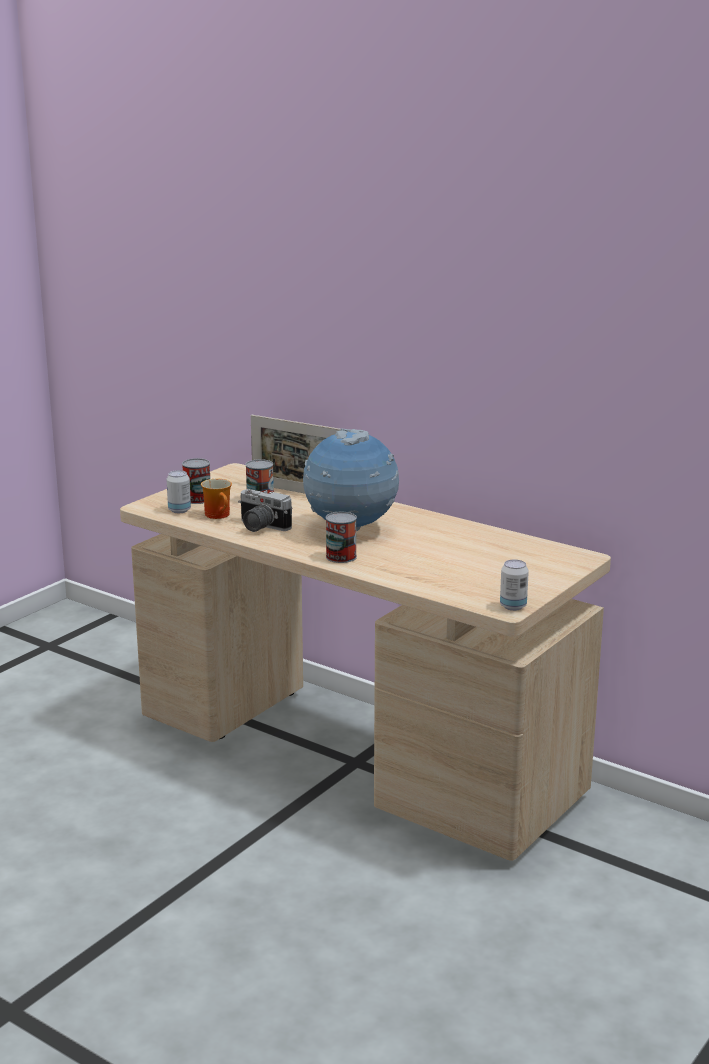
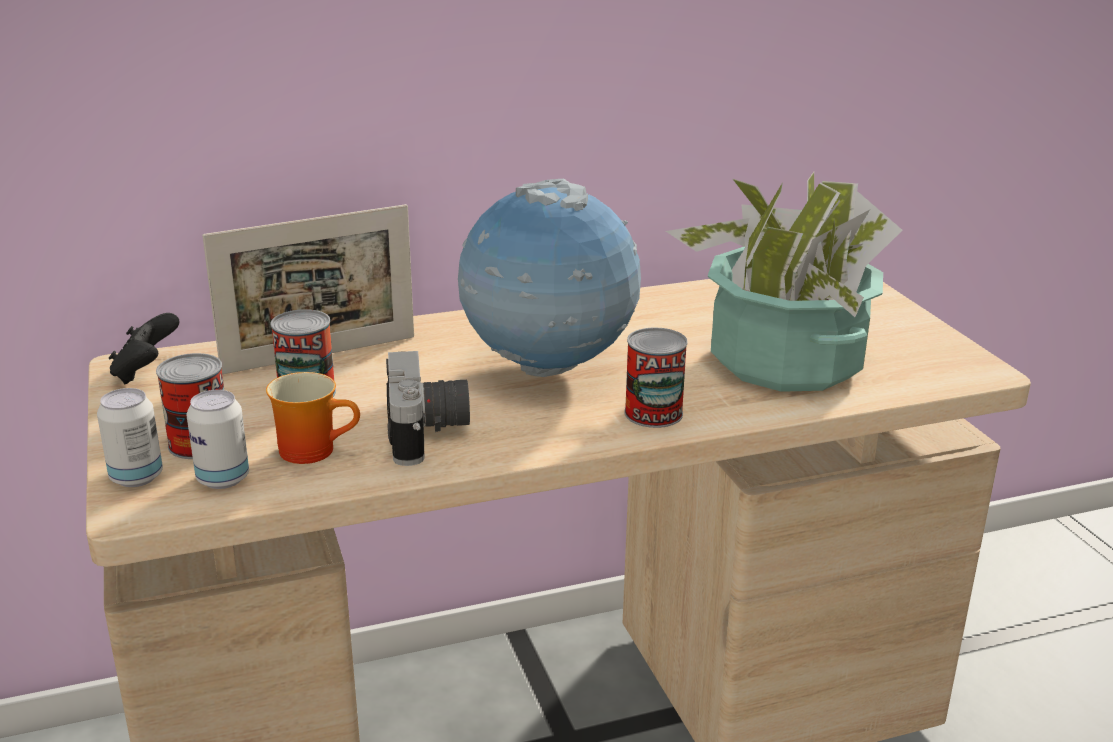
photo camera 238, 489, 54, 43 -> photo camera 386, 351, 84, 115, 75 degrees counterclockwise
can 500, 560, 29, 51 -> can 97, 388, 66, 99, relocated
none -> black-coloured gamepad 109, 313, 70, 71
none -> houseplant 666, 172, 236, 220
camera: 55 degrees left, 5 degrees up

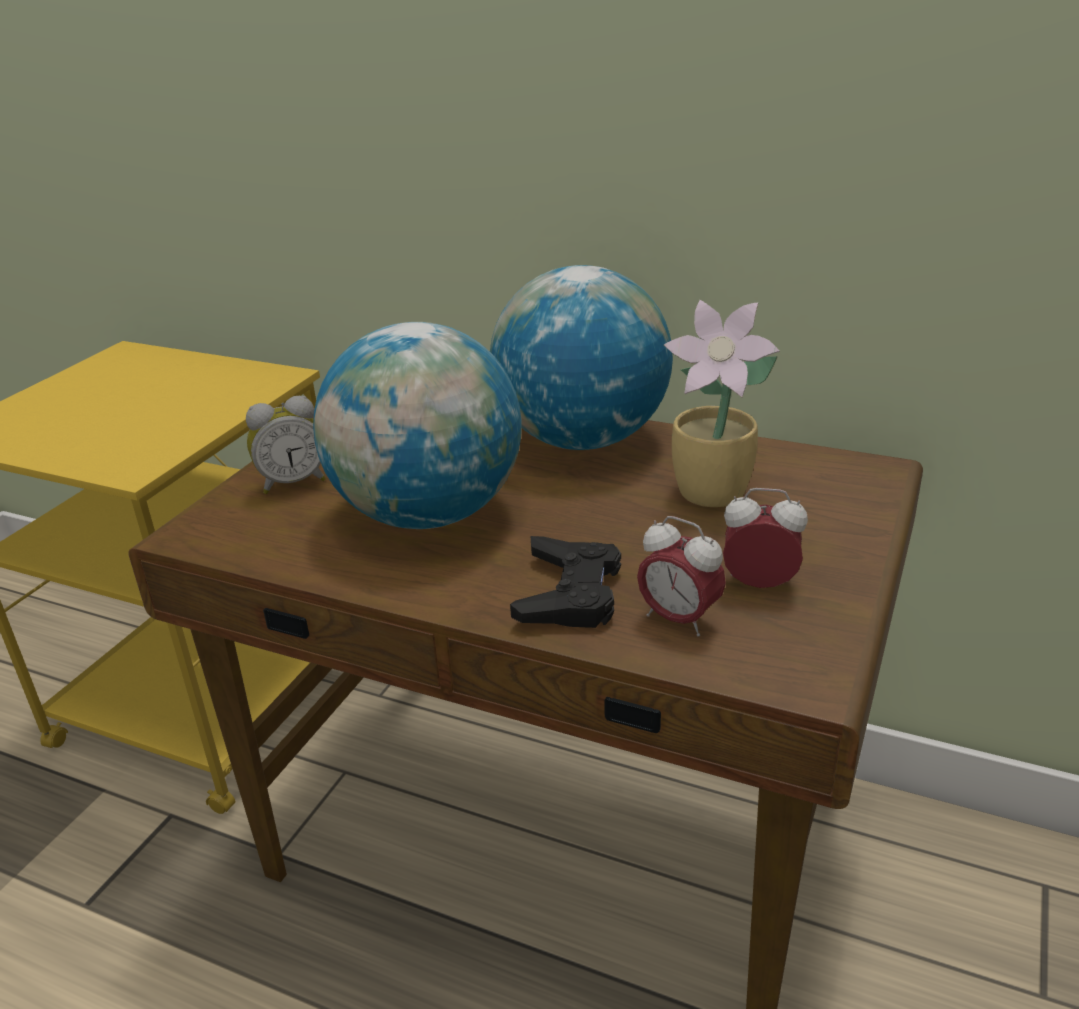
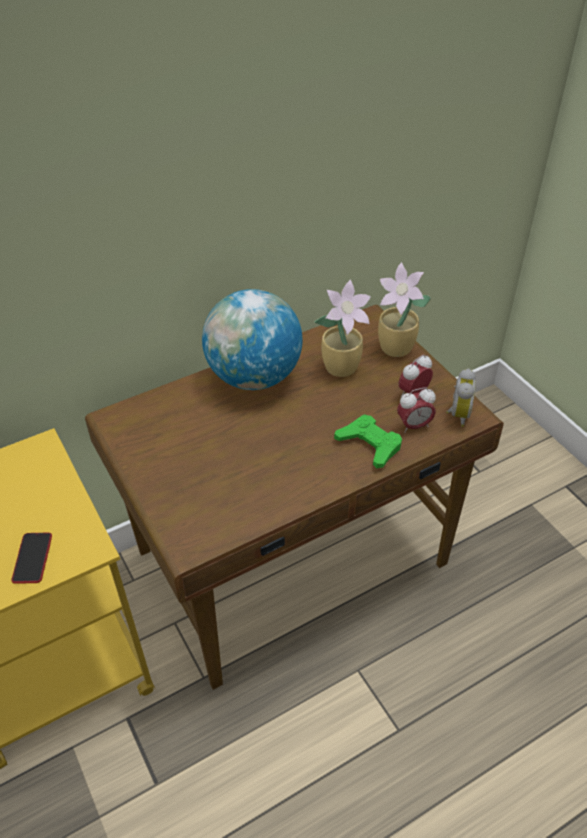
bedside clock 246, 396, 80, 98 -> bedside clock 446, 368, 30, 59, relocated
desk globe 313, 322, 209, 207 -> none
black-coloured gamepad 510, 536, 111, 92 -> green-coloured gamepad 334, 414, 68, 54
none -> telephone 12, 533, 40, 51
none -> houseplant 378, 262, 53, 95
camera: 55 degrees left, 15 degrees up

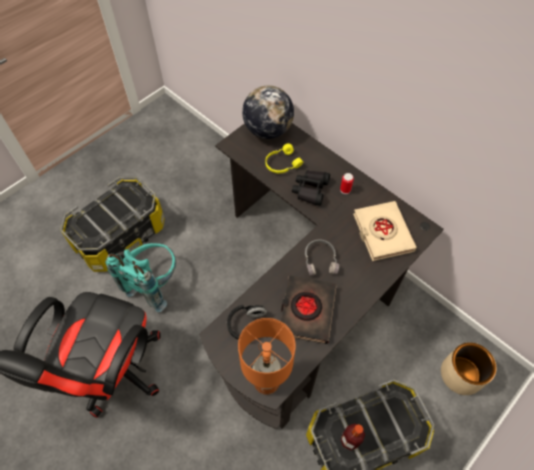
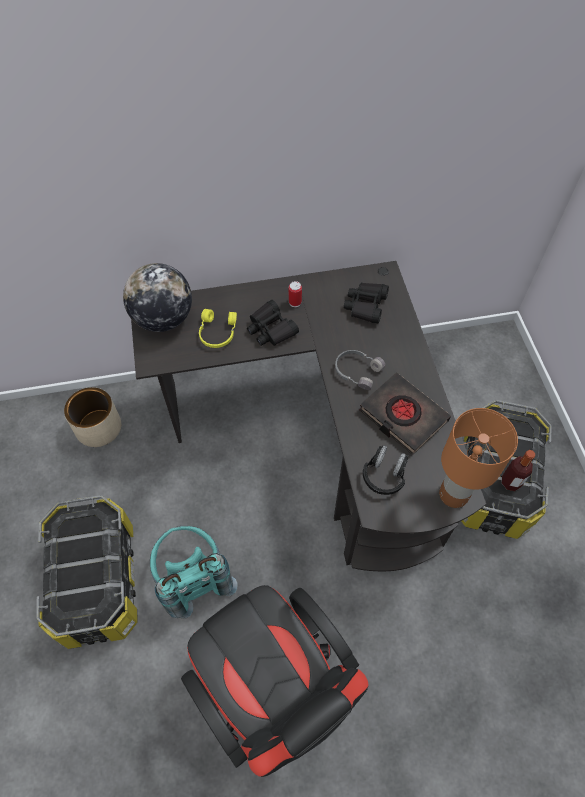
beige book 353, 201, 64, 60 -> black-coloured pair of binoculars 344, 282, 45, 41
beige plant pot 441, 342, 56, 53 -> beige plant pot 64, 387, 57, 60, relocated
camera: 55 degrees left, 0 degrees up

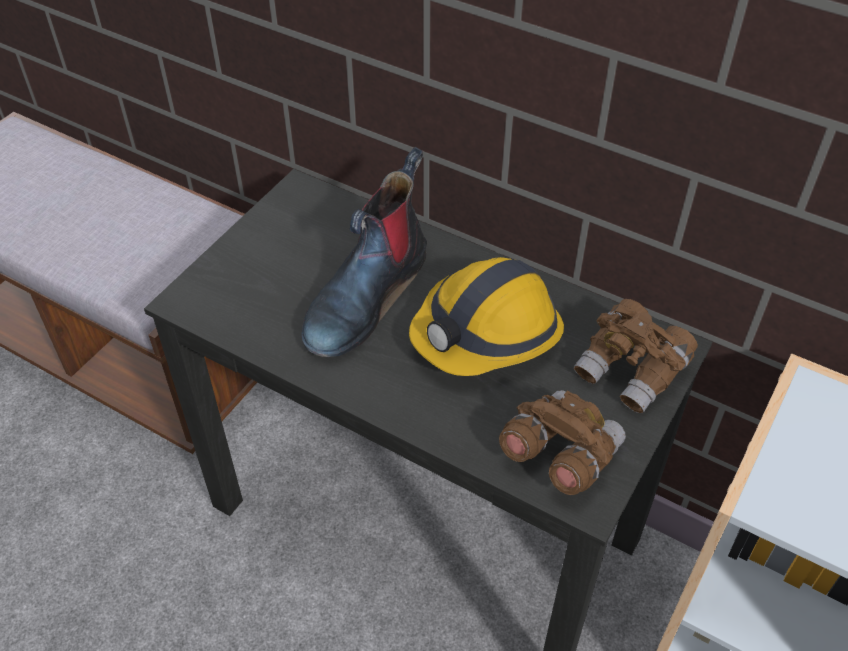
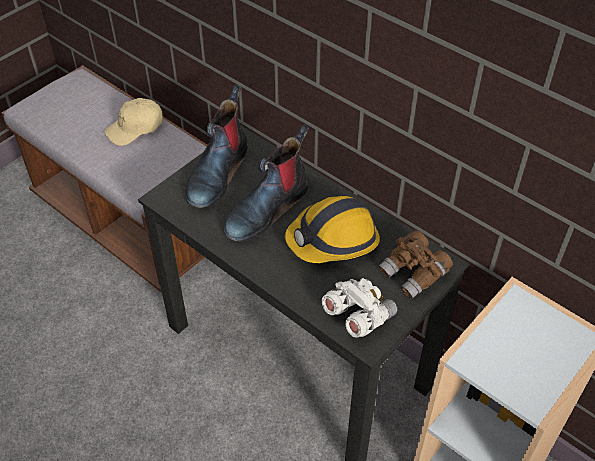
brown-coloured pair of binoculars 499, 390, 127, 105 -> white pair of binoculars 322, 278, 75, 60
none -> beige baseball cap 104, 98, 59, 48
none -> high-top boot 185, 85, 63, 123
camera: 10 degrees right, 0 degrees up

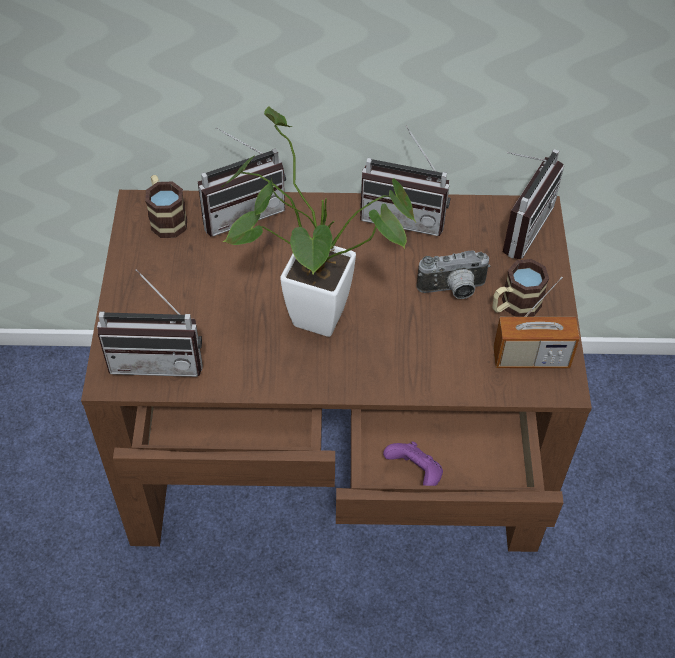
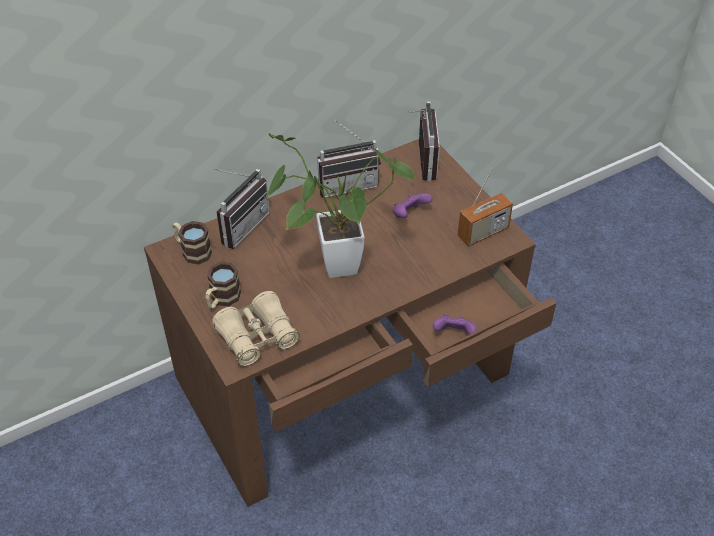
radio receiver 97, 269, 106, 108 -> beige pair of binoculars 212, 291, 88, 75
photo camera 417, 250, 73, 49 -> purple-coloured gamepad 393, 193, 40, 25
mug 492, 259, 57, 58 -> mug 205, 262, 36, 47, relocated
camera: 30 degrees left, 5 degrees down

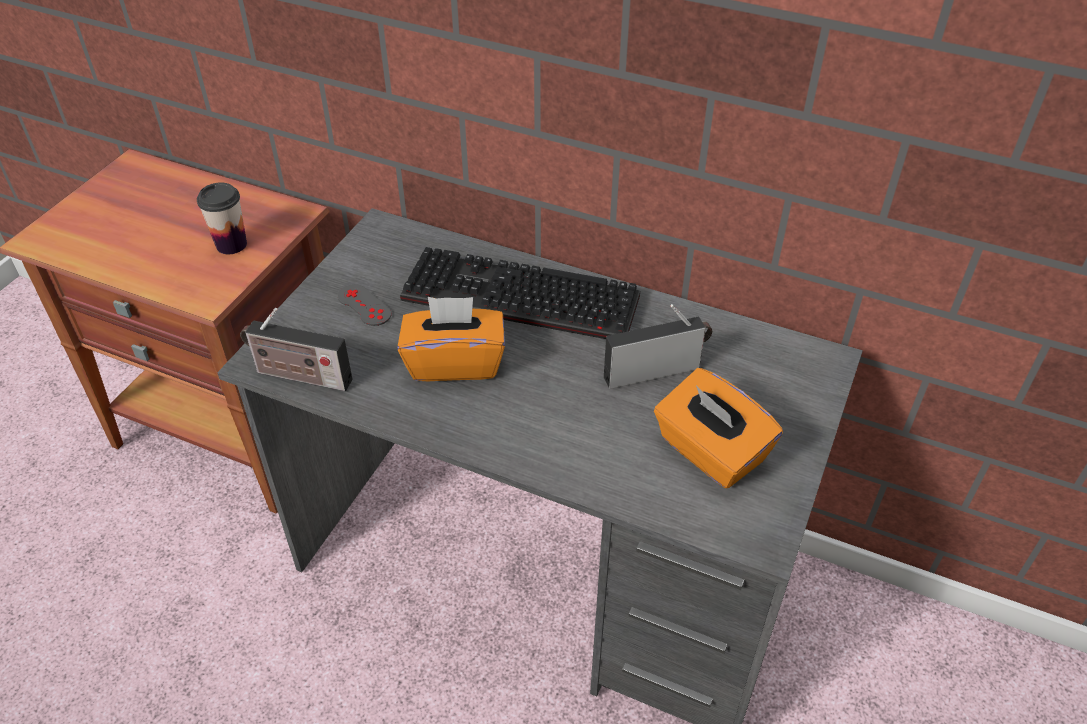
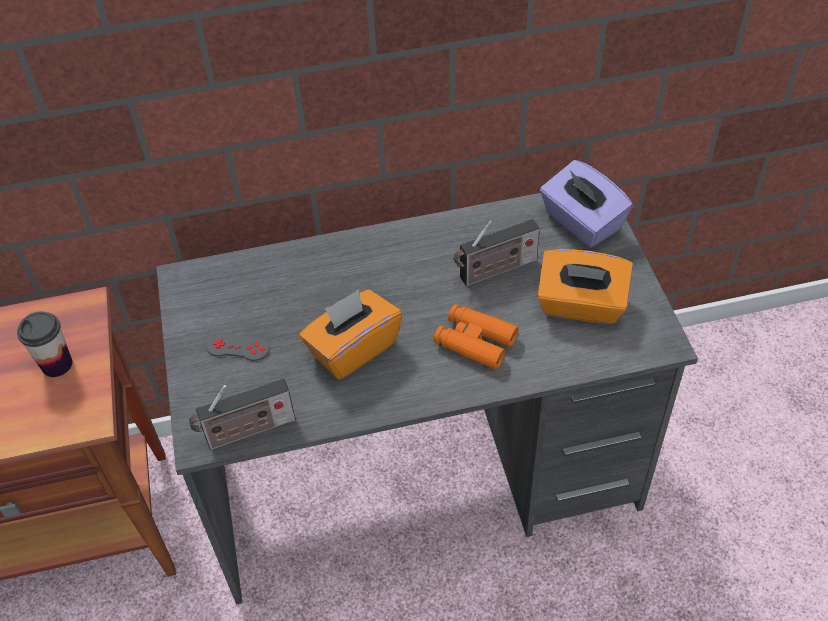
keyboard 400, 247, 240, 92 -> none
radio receiver 604, 304, 108, 85 -> radio receiver 454, 219, 86, 67, 150 degrees counterclockwise
none -> orange-coloured pair of binoculars 434, 304, 85, 66
none -> purple-coloured tissue box 540, 160, 93, 88
camera: 35 degrees left, 5 degrees up

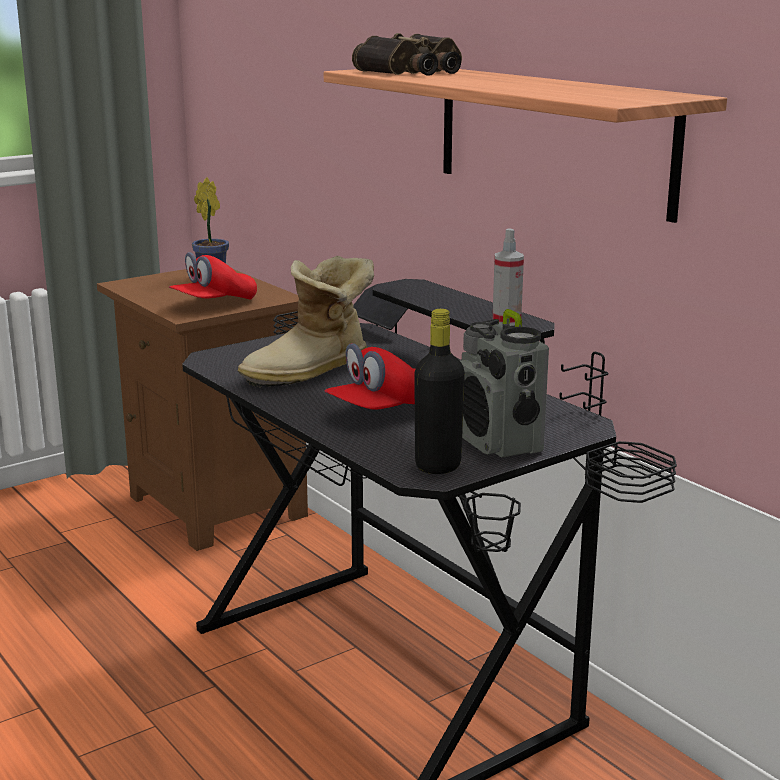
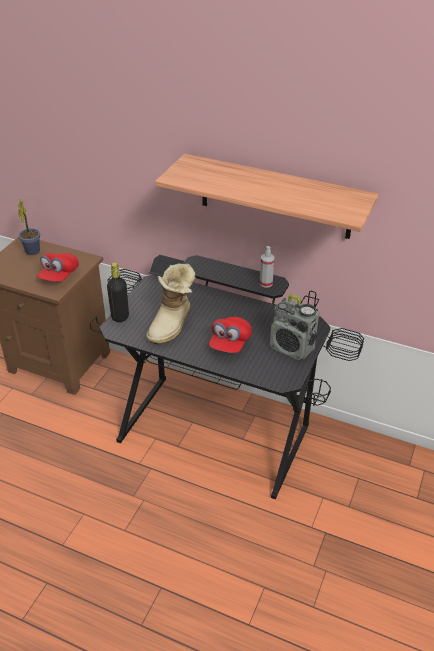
pair of binoculars 352, 33, 110, 43 -> none
black-coloured bottle 414, 309, 51, 165 -> black-coloured bottle 107, 263, 22, 59, relocated
camera: 30 degrees left, 20 degrees up

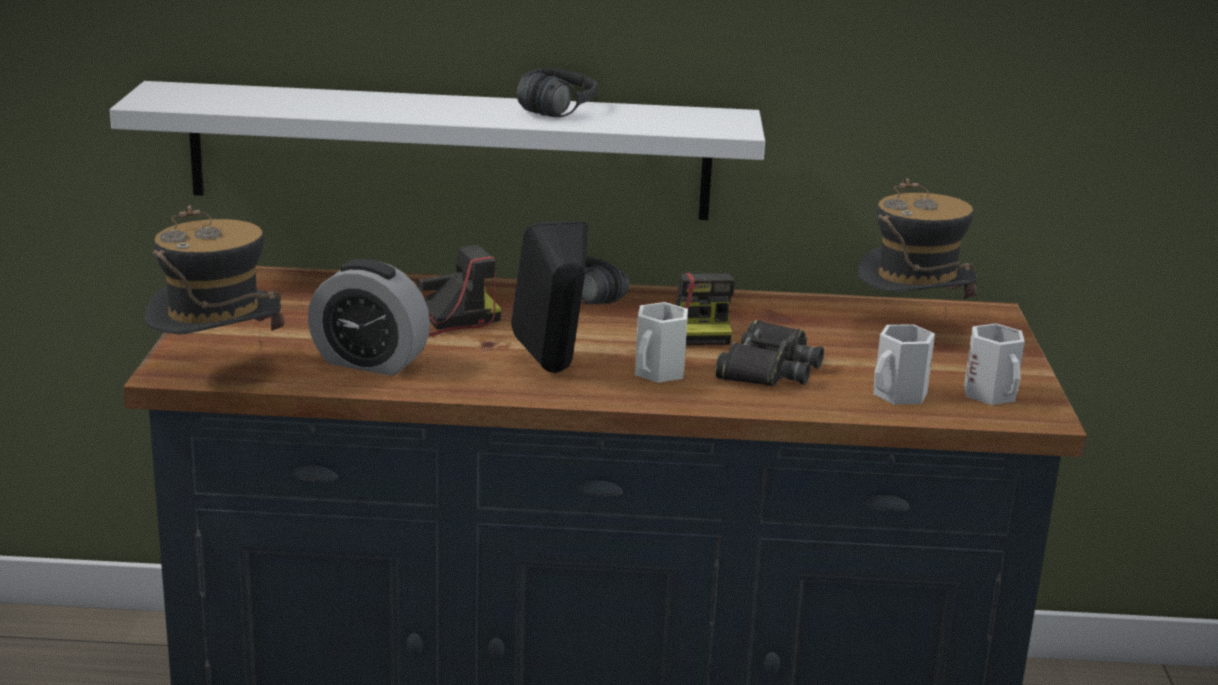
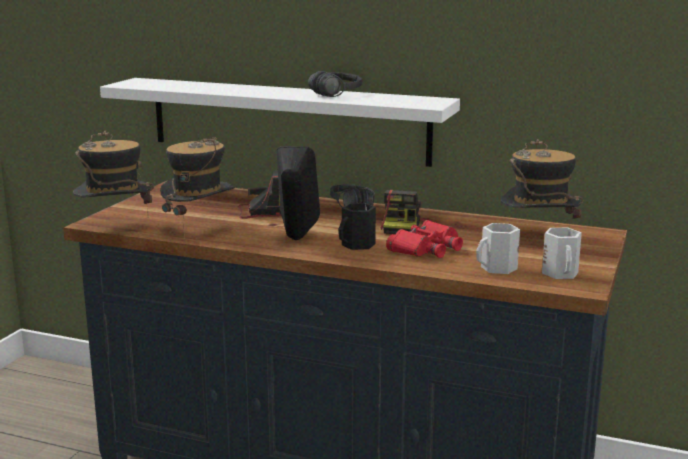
bedside clock 308, 259, 122, 117 -> hat 160, 137, 75, 101
white mug 635, 302, 53, 81 -> black-coloured mug 338, 203, 38, 47
black-coloured pair of binoculars 715, 320, 109, 66 -> red pair of binoculars 386, 220, 77, 38
camera: 20 degrees right, 5 degrees down

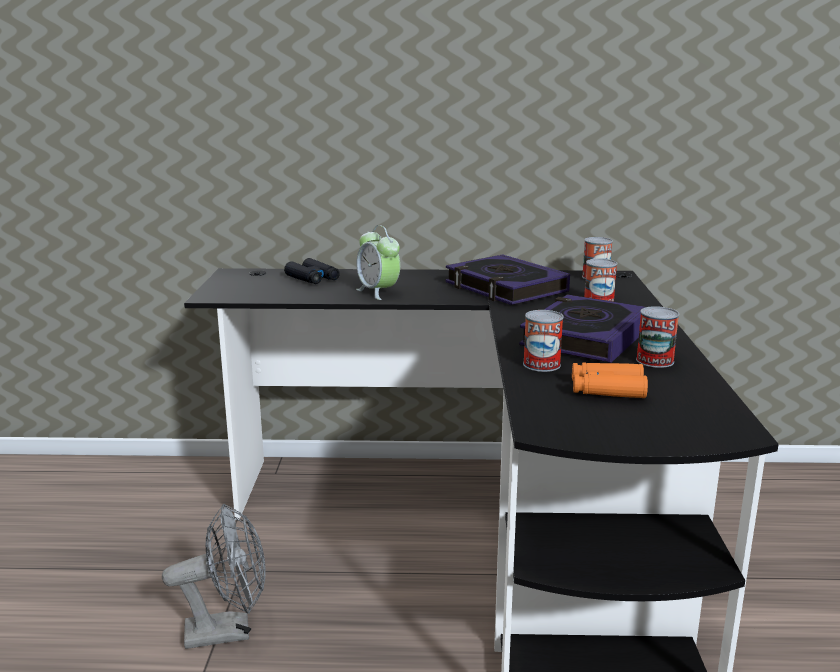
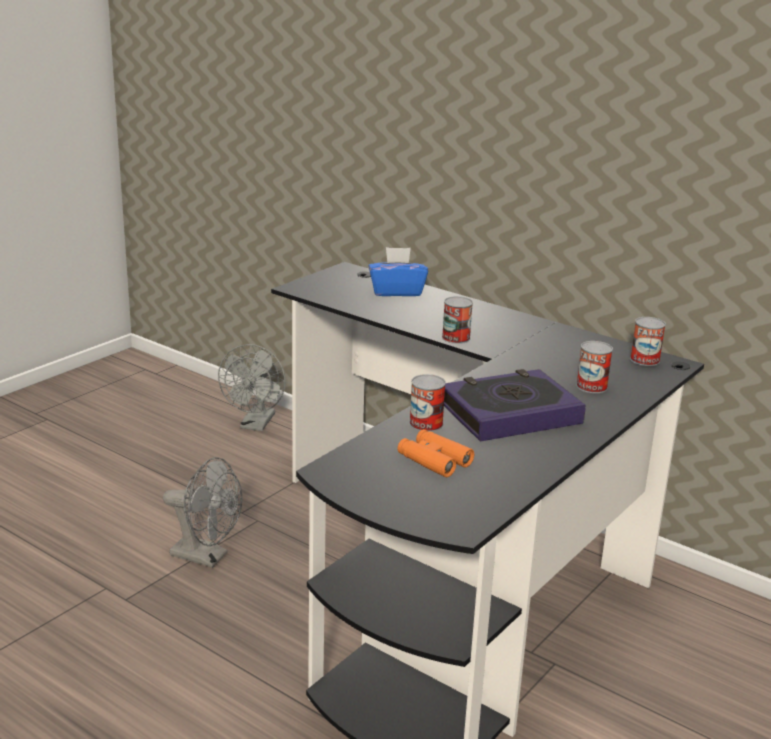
black-coloured pair of binoculars 284, 258, 56, 26 -> blue tissue box 368, 247, 60, 49
bedside clock 356, 225, 44, 75 -> none
book 446, 254, 124, 51 -> none
can 636, 306, 43, 62 -> can 442, 296, 31, 48, relocated
none -> grey electric fan 218, 344, 68, 87
camera: 35 degrees right, 5 degrees up

